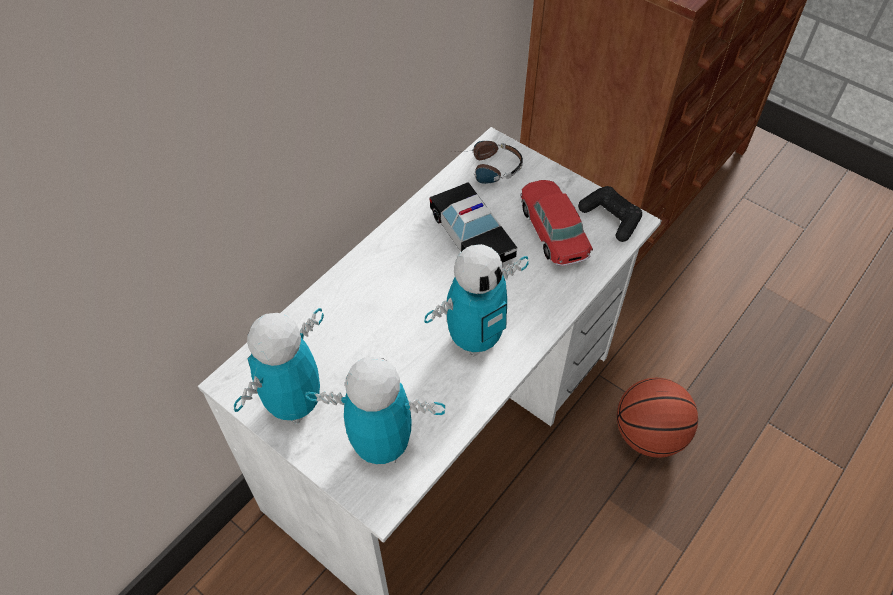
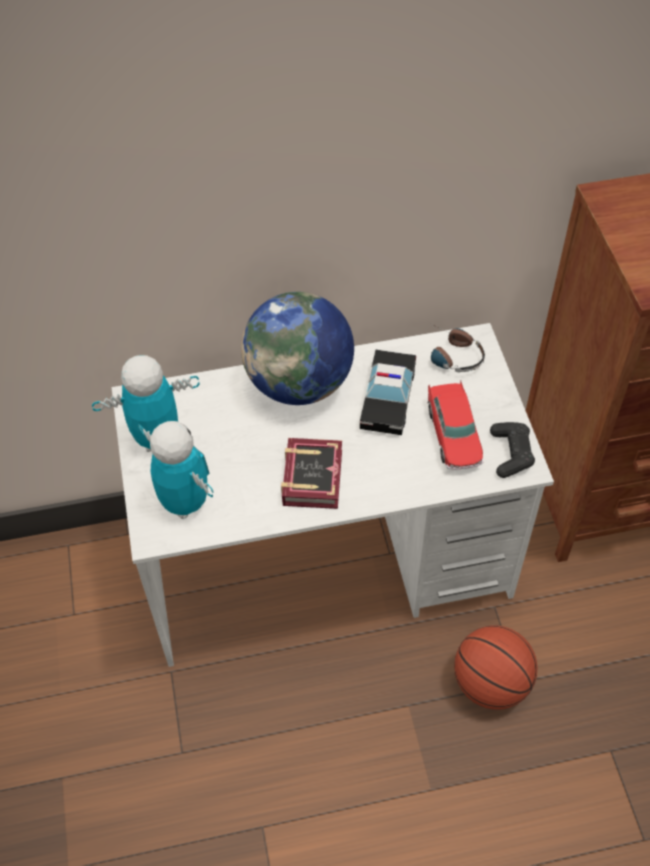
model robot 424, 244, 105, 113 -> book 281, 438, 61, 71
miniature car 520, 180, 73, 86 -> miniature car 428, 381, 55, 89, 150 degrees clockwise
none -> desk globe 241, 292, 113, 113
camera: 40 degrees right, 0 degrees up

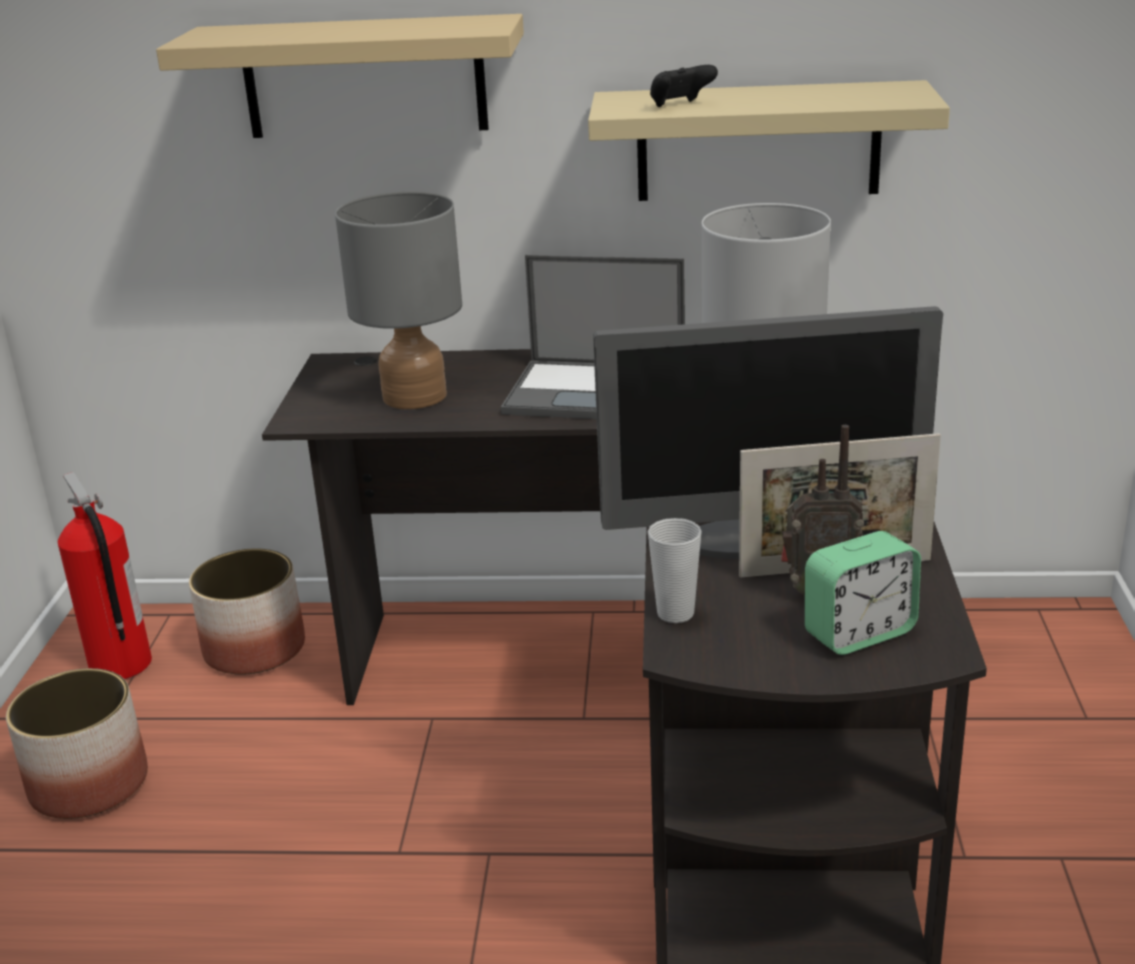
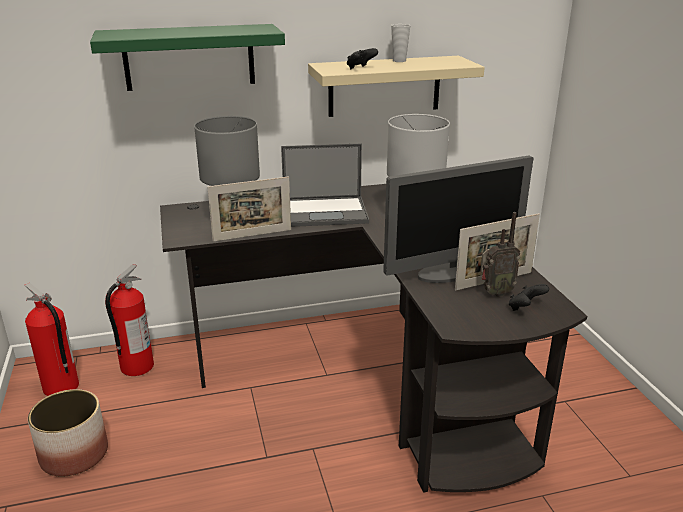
beige bracket shelf 156, 14, 368, 124 -> green-coloured bracket shelf 90, 24, 195, 67
plant pot 189, 548, 116, 127 -> fire extinguisher 105, 264, 49, 112
drinking cup 648, 518, 54, 105 -> drinking cup 391, 24, 19, 38, relocated
bedside clock 805, 531, 116, 124 -> black-coloured gamepad 509, 284, 40, 27
none -> standing frame 207, 176, 84, 66
camera: 20 degrees left, 0 degrees up

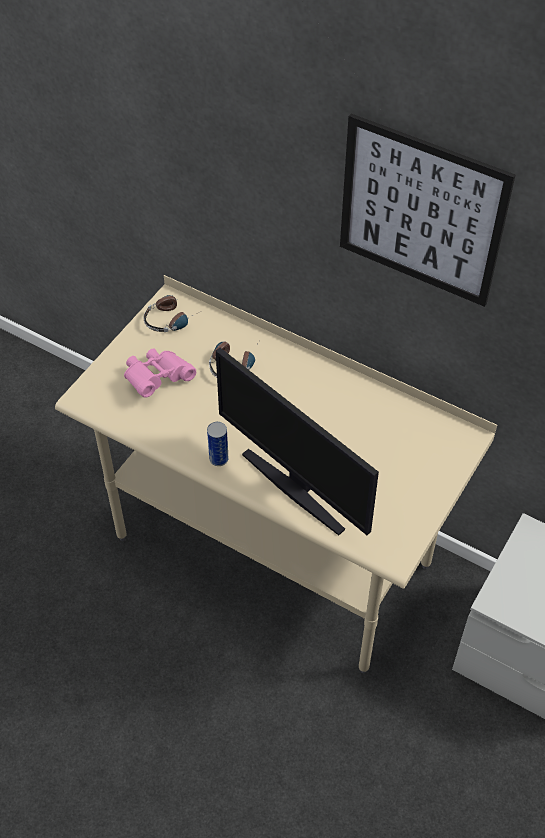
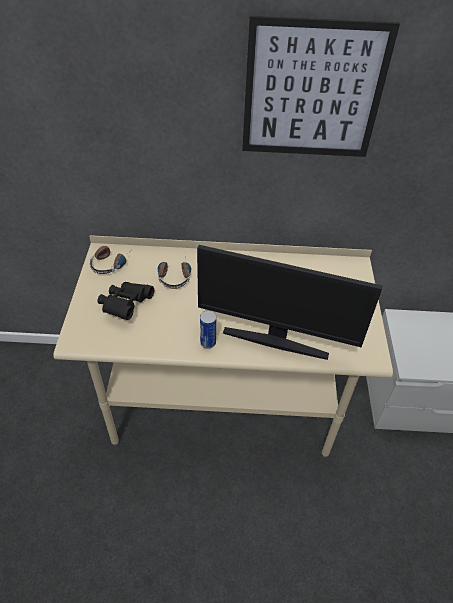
pink pair of binoculars 124, 349, 72, 49 -> black-coloured pair of binoculars 98, 282, 56, 38
camera: 30 degrees left, 5 degrees down

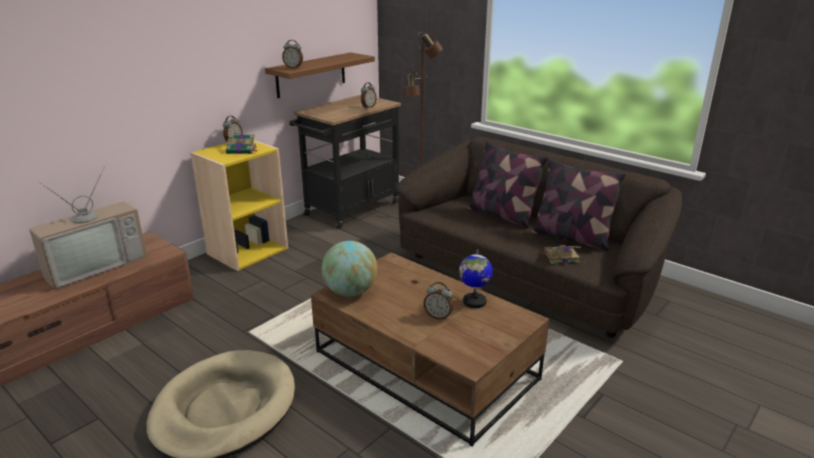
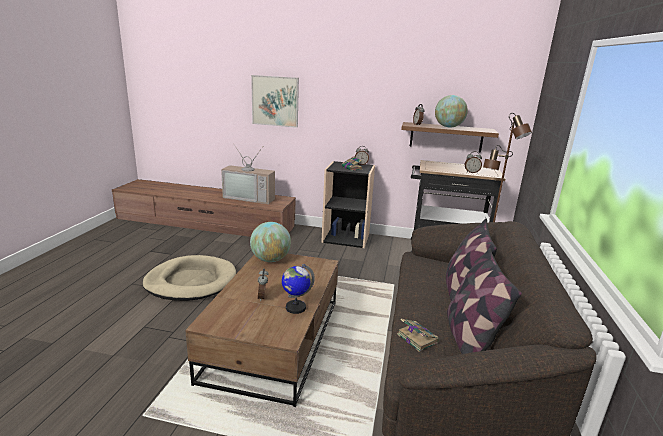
yellow-coloured bookcase 191, 140, 97, 131 -> black-coloured bookcase 321, 161, 54, 87
none -> wall picture 251, 75, 48, 53
none -> desk globe 435, 95, 33, 33
camera: 60 degrees right, 5 degrees down

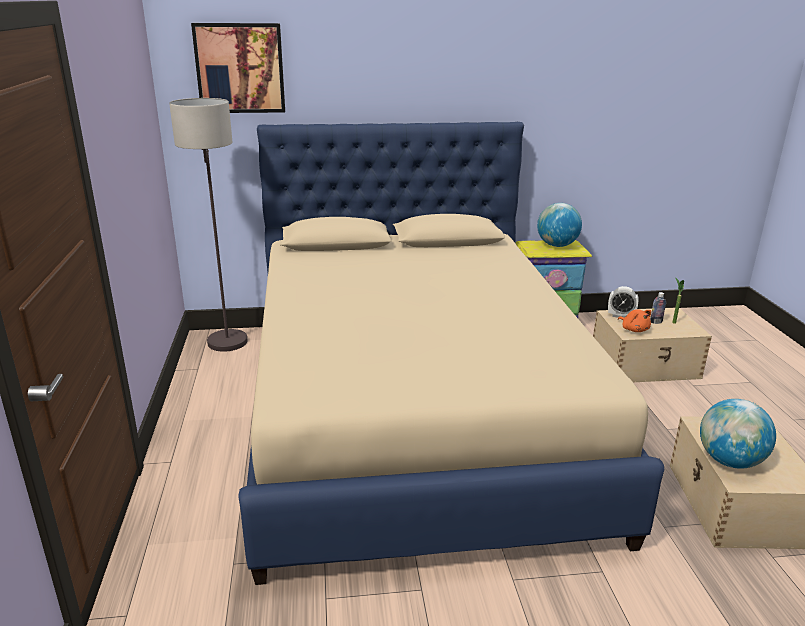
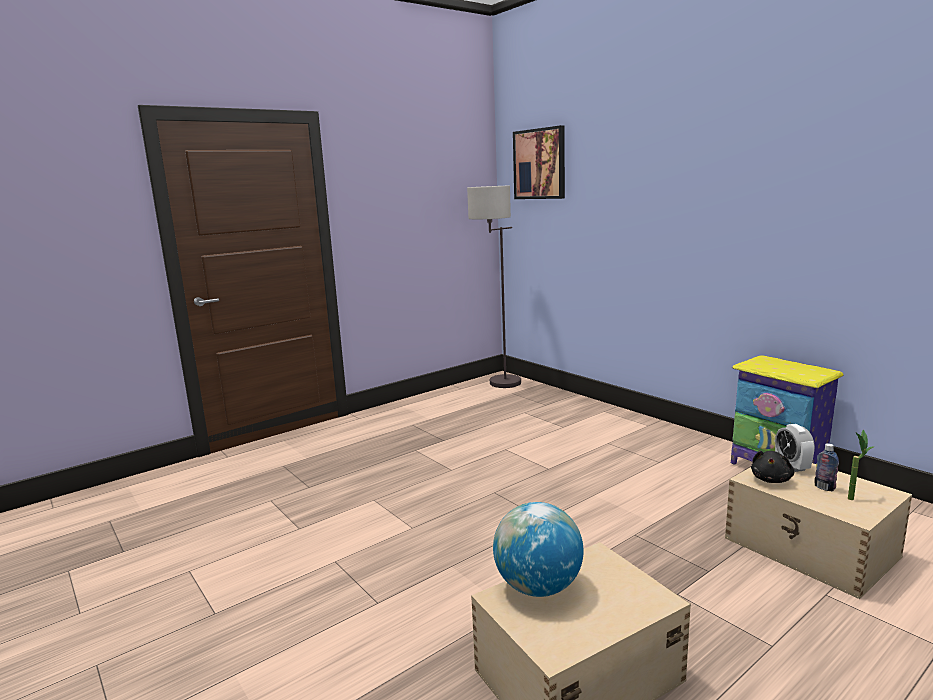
beige sleeping bed 239, 122, 425, 463 -> none
desk globe 537, 203, 45, 44 -> none
orange-coloured plush toy 618, 309, 33, 23 -> black-coloured plush toy 751, 451, 43, 32
camera: 60 degrees right, 10 degrees down

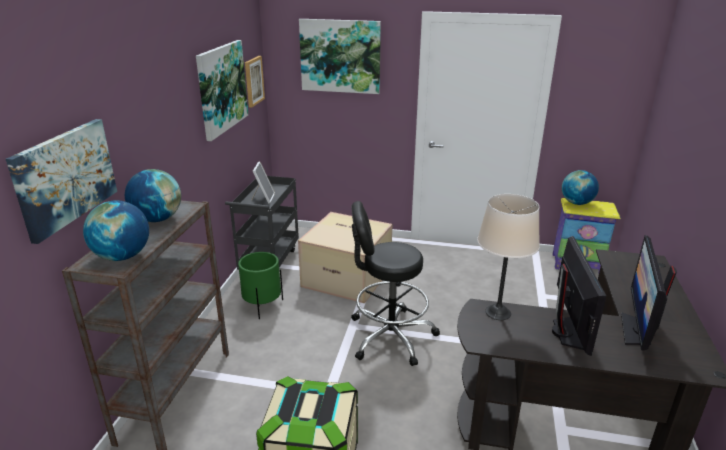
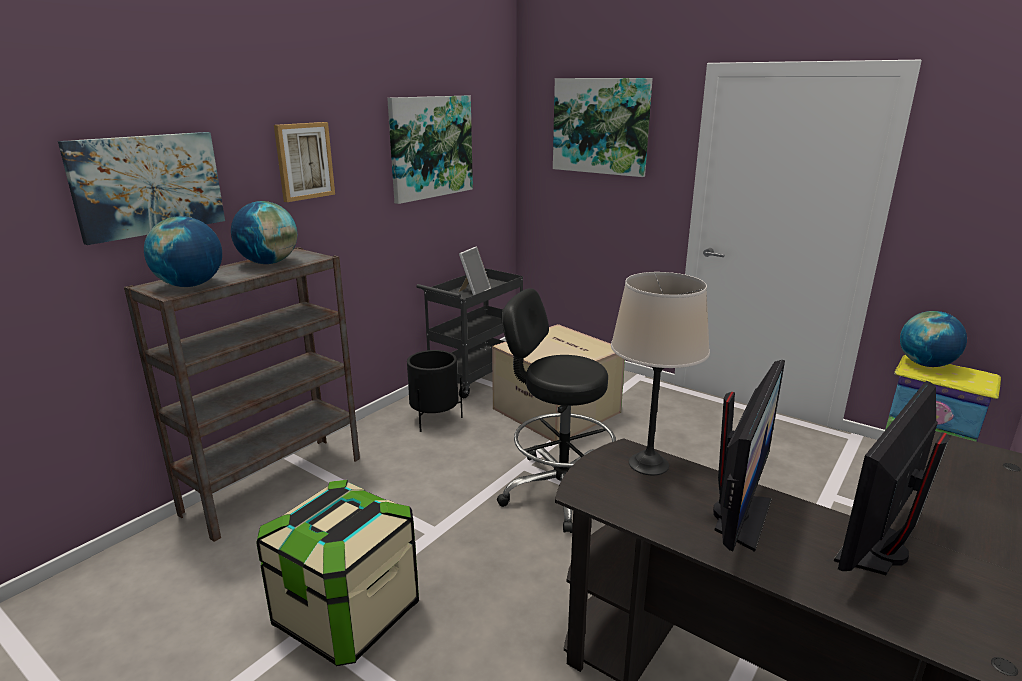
green-coloured plant pot 238, 252, 45, 67 -> black-coloured plant pot 407, 350, 56, 82
wall picture 245, 56, 20, 52 -> wall picture 274, 122, 61, 80, relocated
camera: 25 degrees right, 5 degrees down

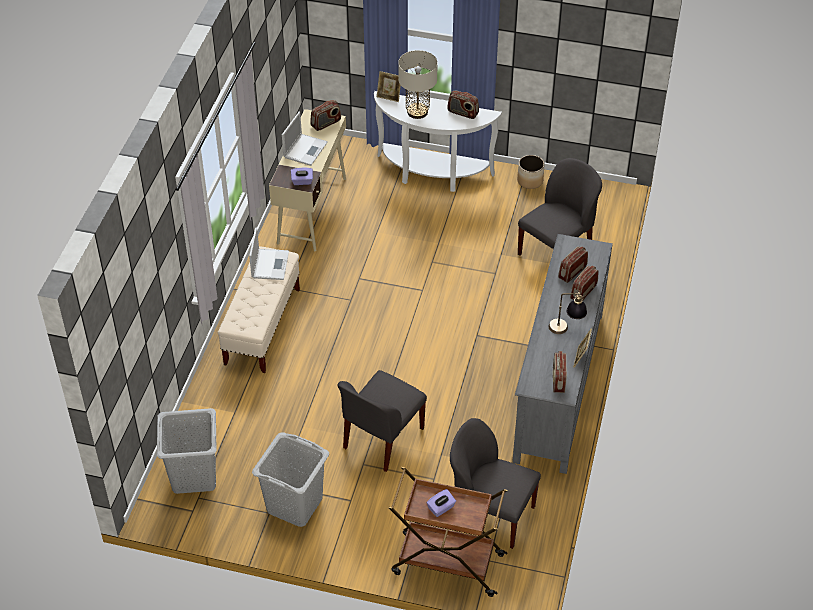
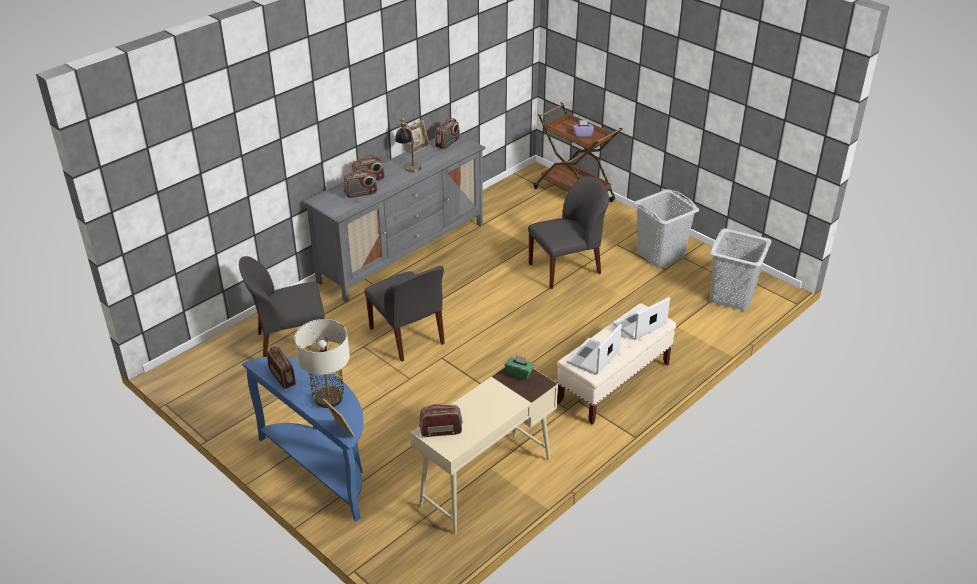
laptop 282, 112, 46, 54 -> laptop 612, 297, 58, 43, relocated
purple-coloured tissue box 291, 168, 22, 17 -> green-coloured tissue box 505, 355, 29, 25
white console table 374, 91, 128, 101 -> blue console table 242, 357, 122, 165
grey plain chair 450, 418, 91, 131 -> grey plain chair 364, 266, 81, 96, relocated
plant pot 517, 155, 28, 34 -> none
camera: 150 degrees left, 10 degrees down

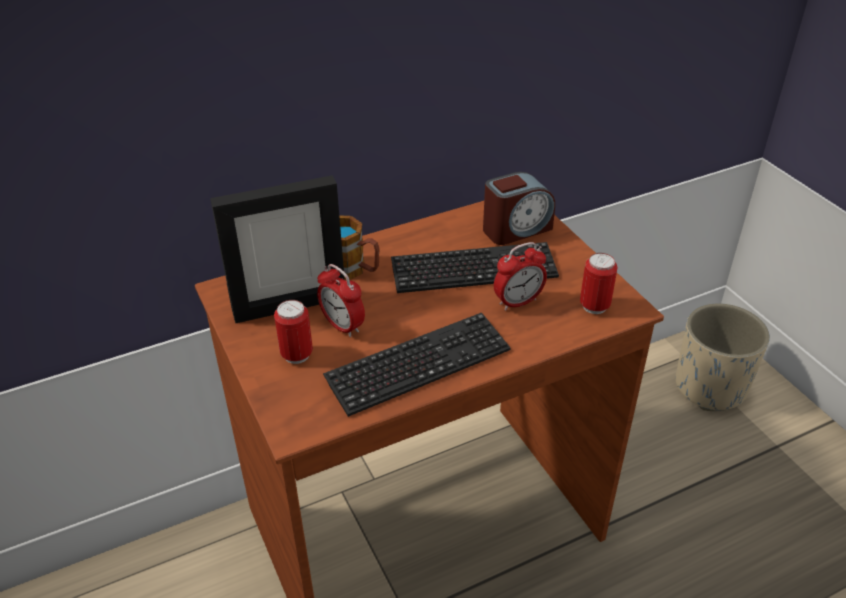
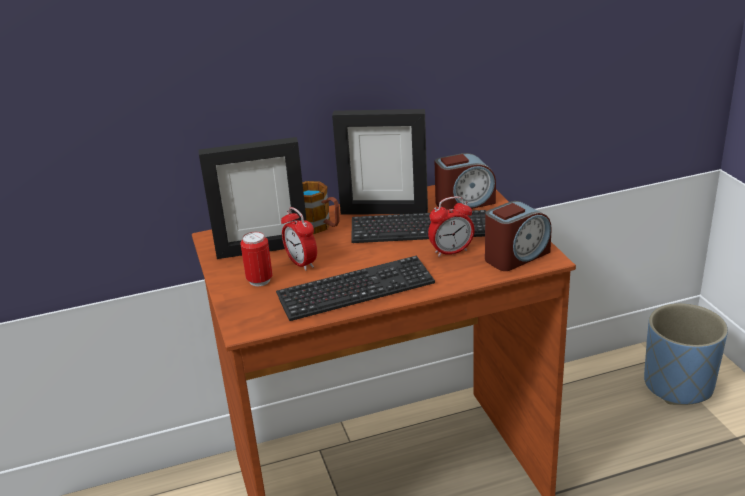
can 580, 253, 37, 61 -> bedside clock 485, 201, 67, 70
beige plant pot 676, 303, 94, 108 -> blue plant pot 644, 303, 84, 102
none -> standing frame 332, 109, 96, 105
camera: 10 degrees right, 10 degrees down

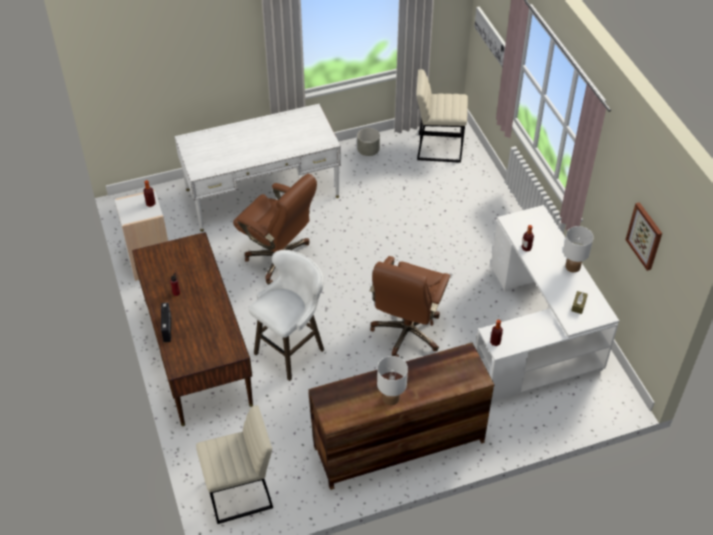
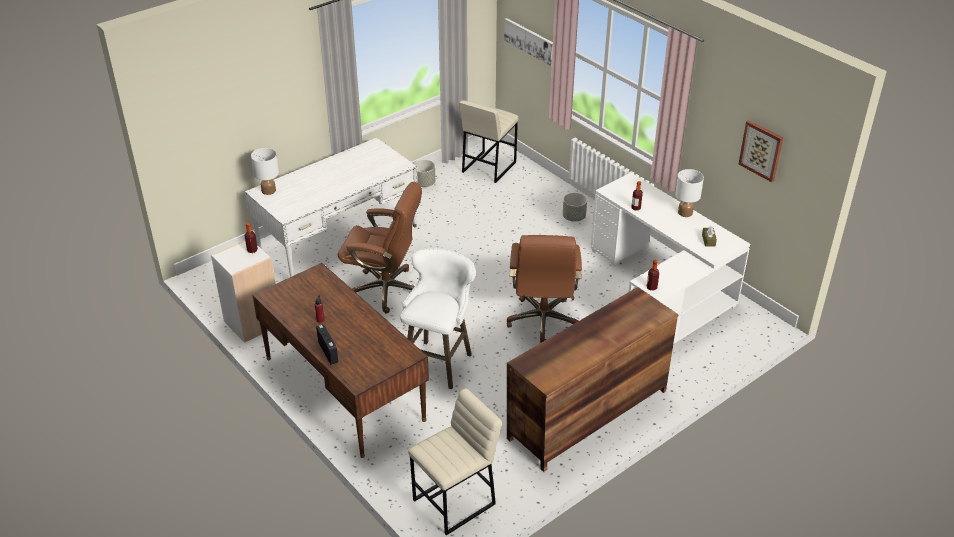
white lamp for a table 377, 356, 31, 49 -> white lamp for a table 251, 148, 28, 47, relocated
beige plain chair 416, 69, 52, 94 -> beige plain chair 459, 100, 60, 83, 45 degrees counterclockwise
none -> grey plant pot 563, 193, 24, 29
camera: 20 degrees left, 10 degrees down

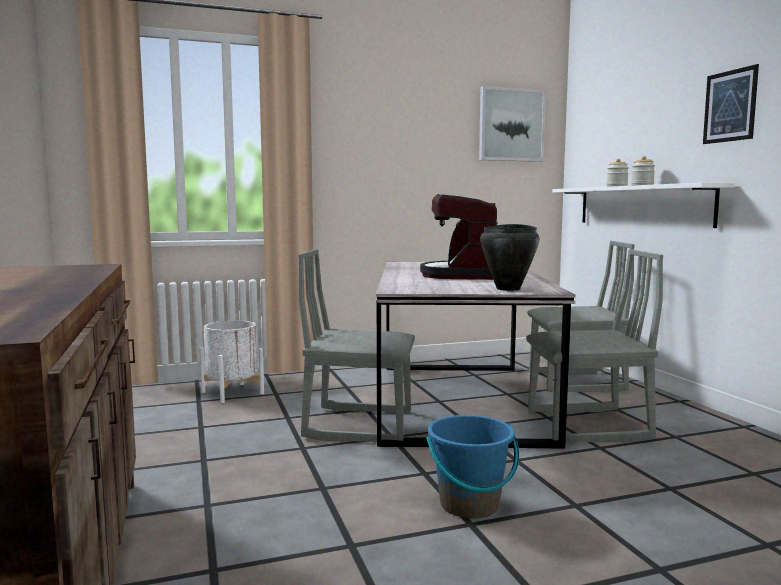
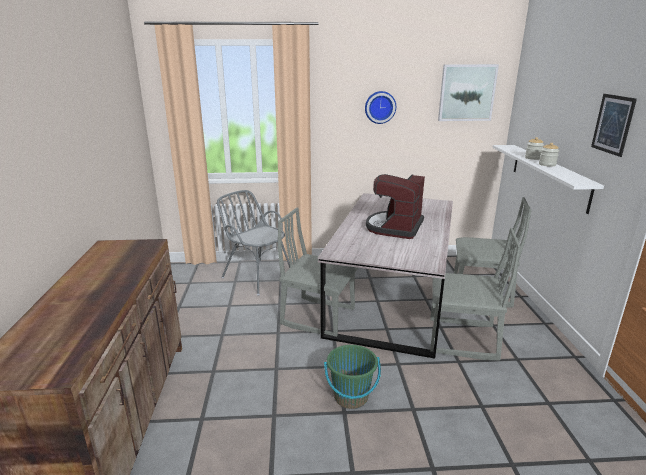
white plant pot 199, 320, 65, 83 -> grey plain chair 217, 190, 73, 106
blue pail 426, 415, 93, 103 -> green-coloured pail 324, 345, 57, 64
black-coloured stockpot 480, 224, 59, 67 -> none
none -> hanging clock 365, 91, 31, 33
camera: 15 degrees right, 15 degrees up

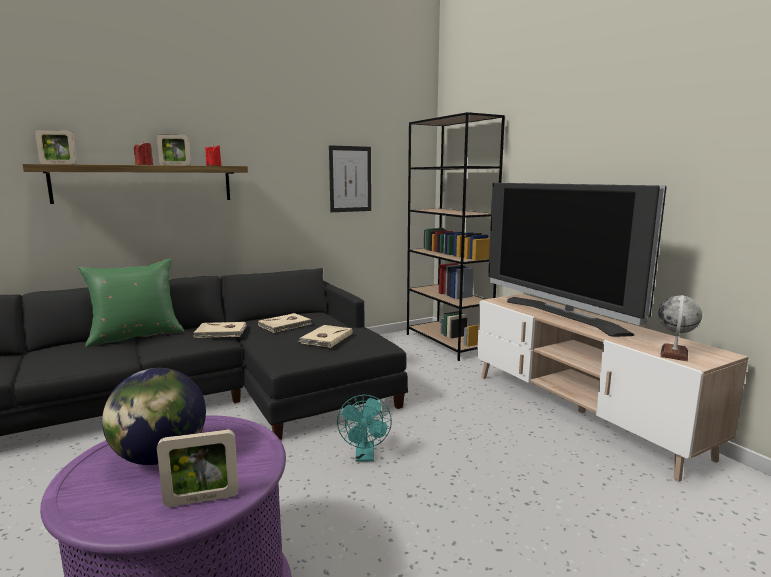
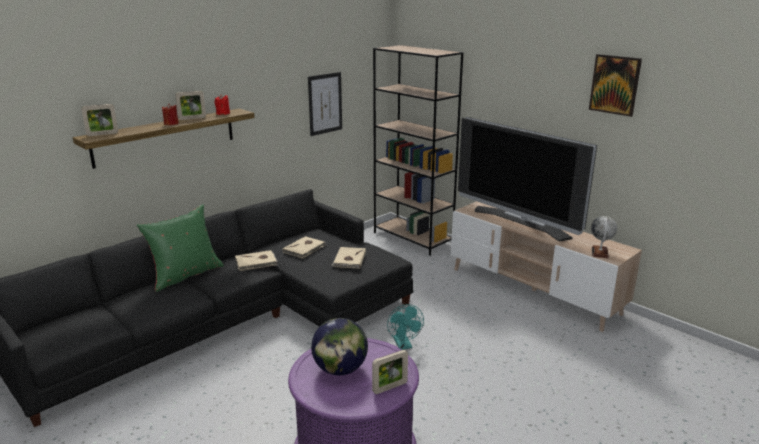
none -> wall picture 589, 54, 53, 63
camera: 15 degrees left, 10 degrees up

